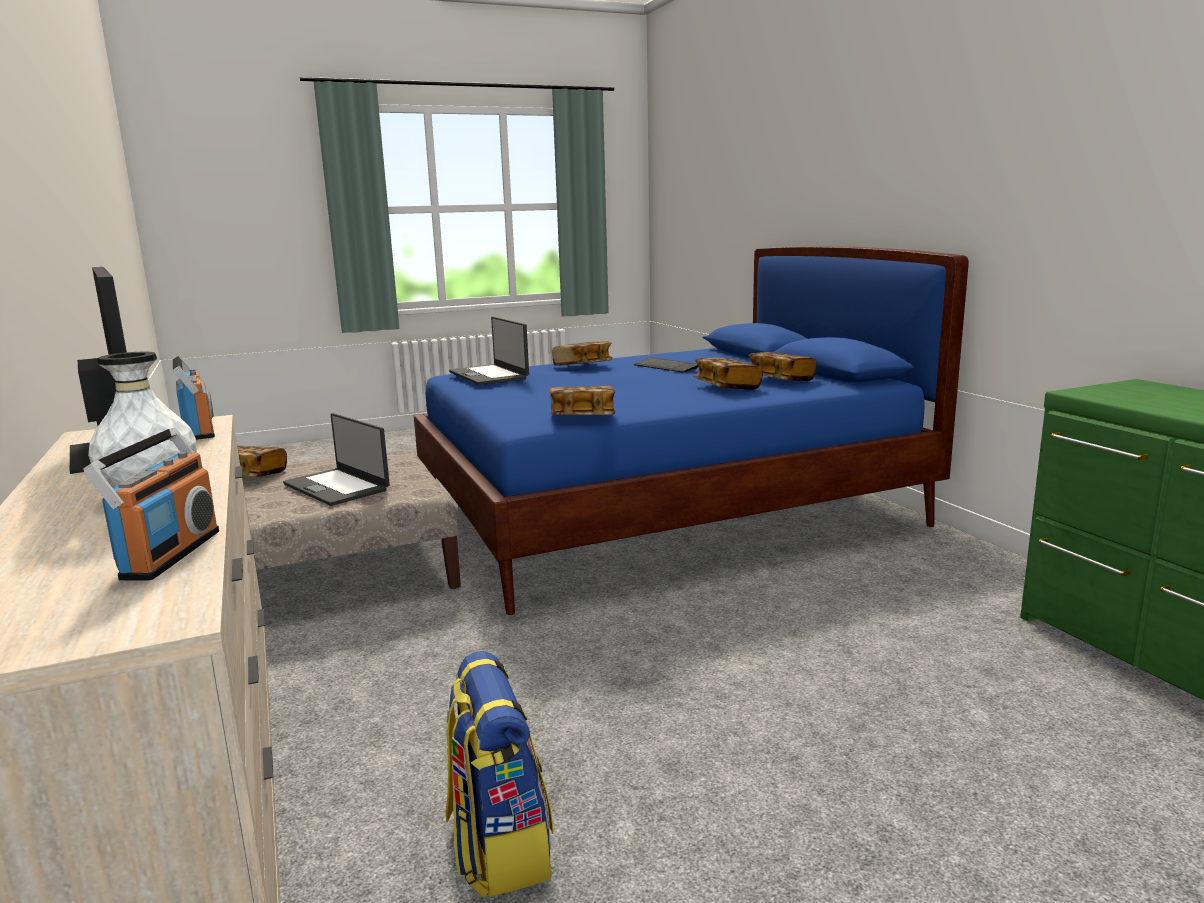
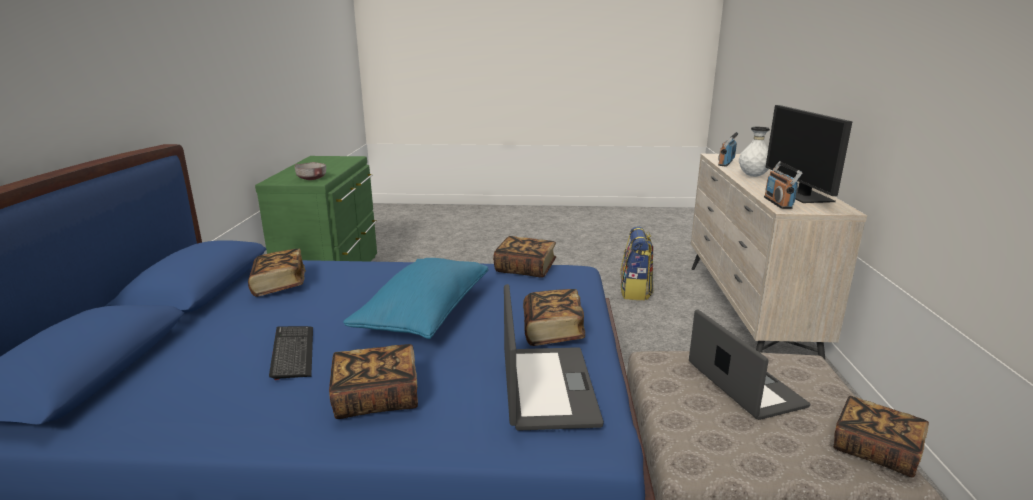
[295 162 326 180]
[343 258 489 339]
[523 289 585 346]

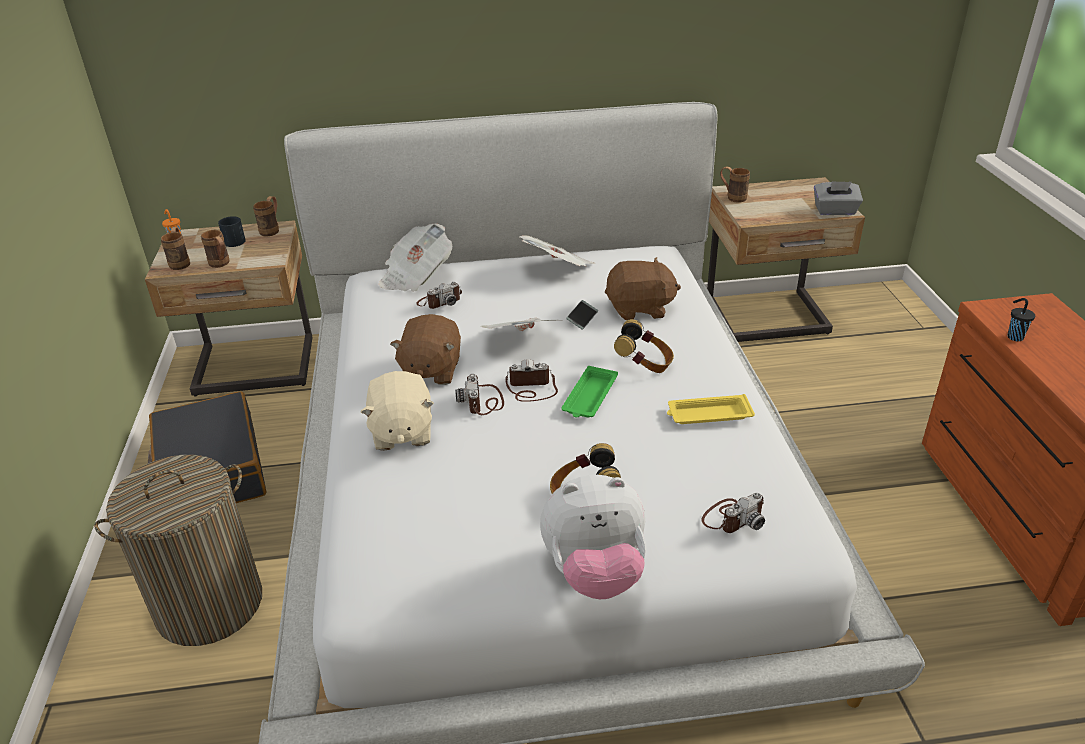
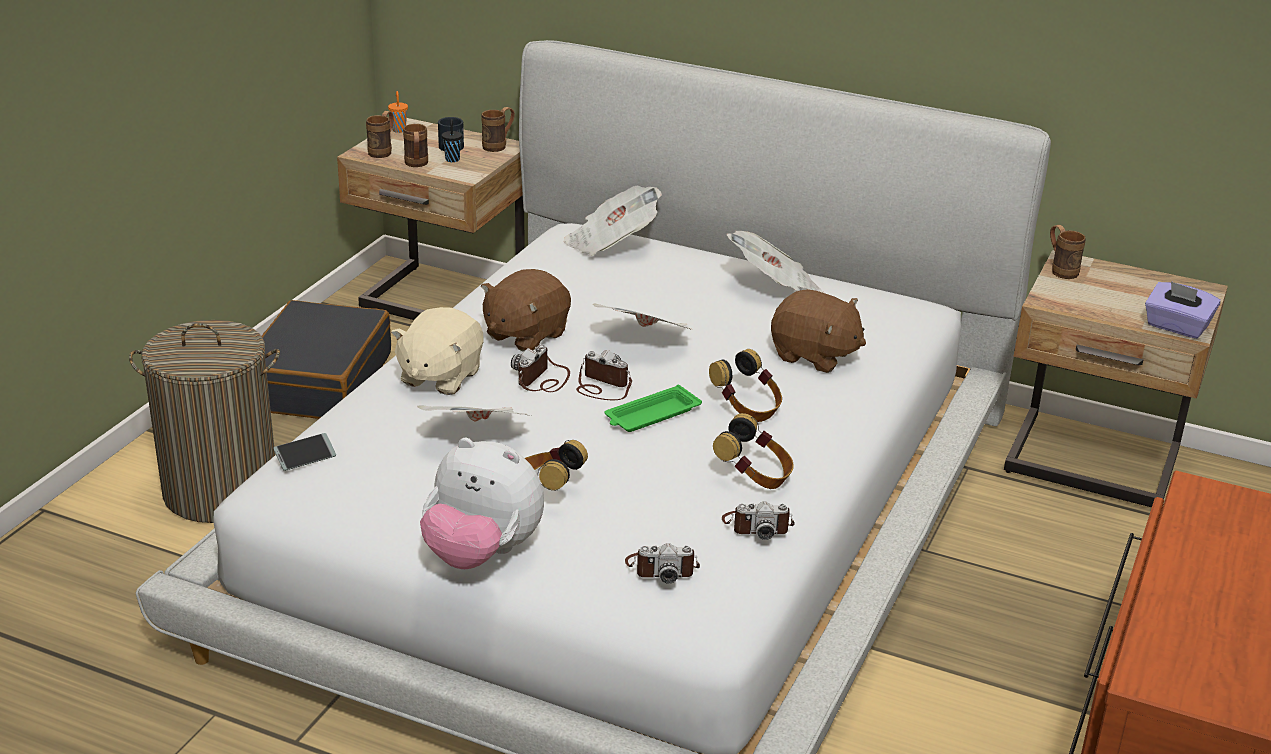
[273 433 336 471]
[417 406 531 422]
[442 119 462 162]
[713 413 794 489]
[722 501 795 540]
[1145 281 1221 339]

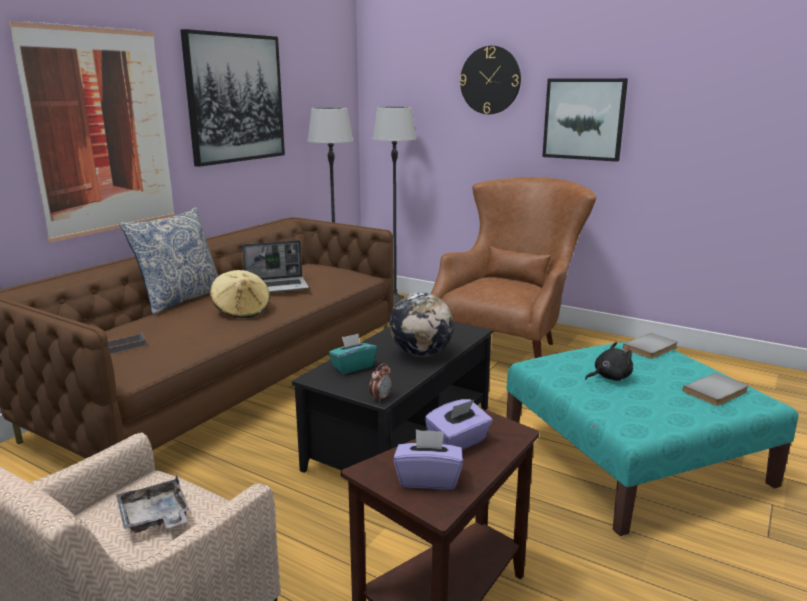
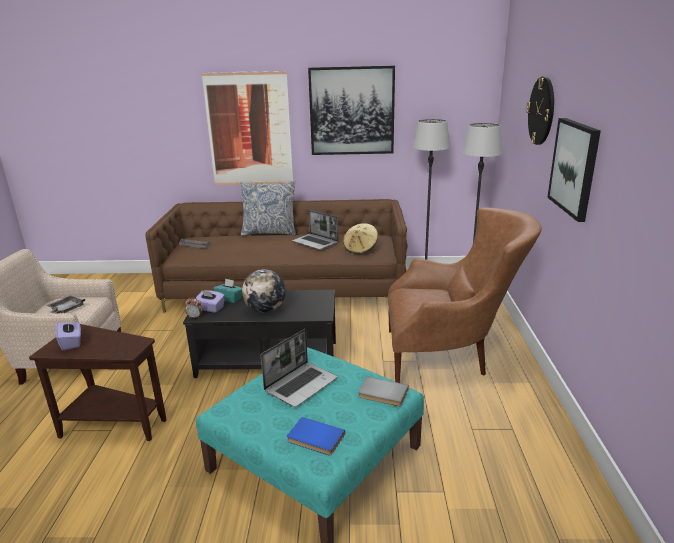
[194 290 225 313]
[261 329 338 407]
[287 417 345 455]
[343 223 378 254]

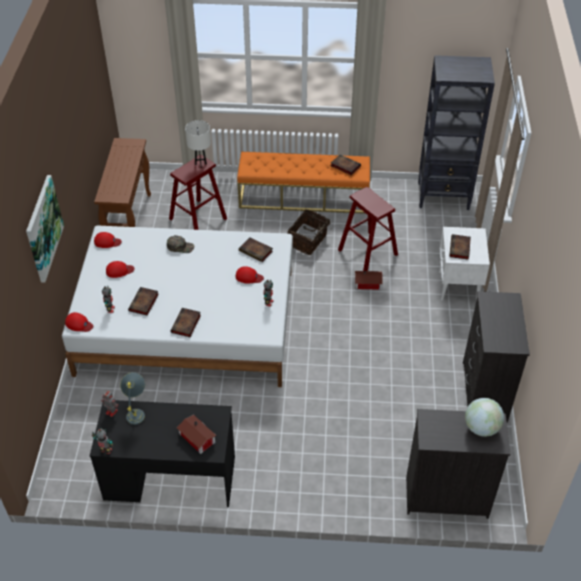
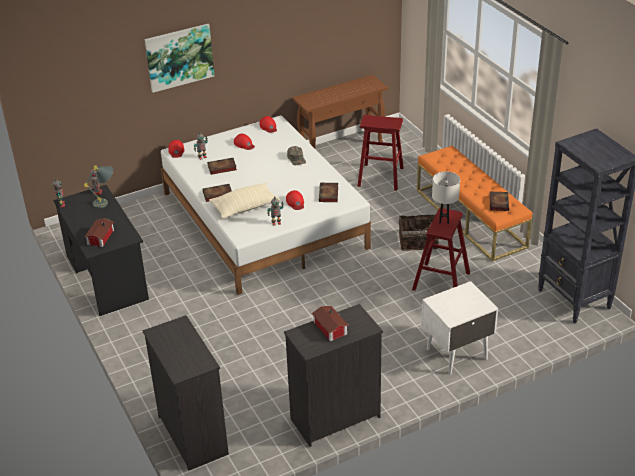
[209 183 280 219]
[312 306 349 341]
[432 171 460 224]
[449 234 471 260] (first image)
[465 398 504 437] (first image)

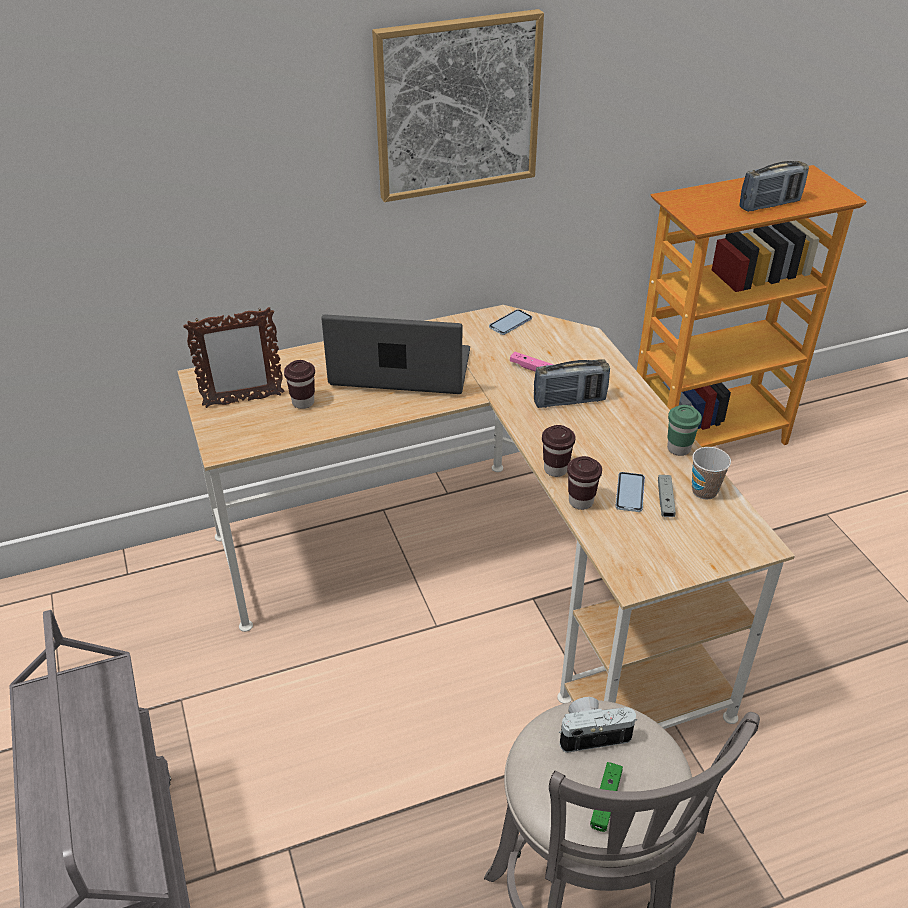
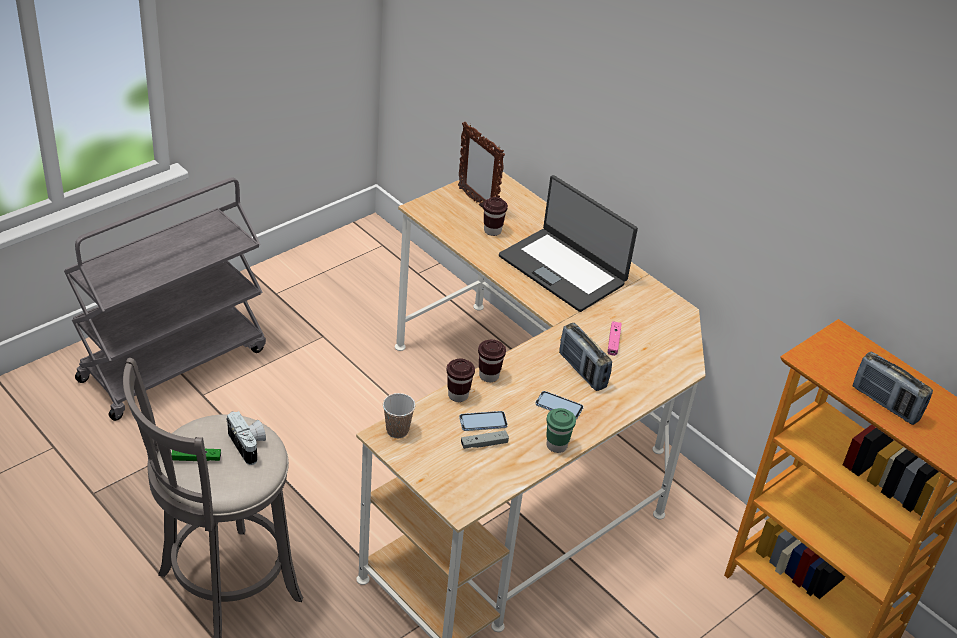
[383 393 415 438]
[499 175 638 312]
[535 391 584 419]
[372 9 544 202] (first image)

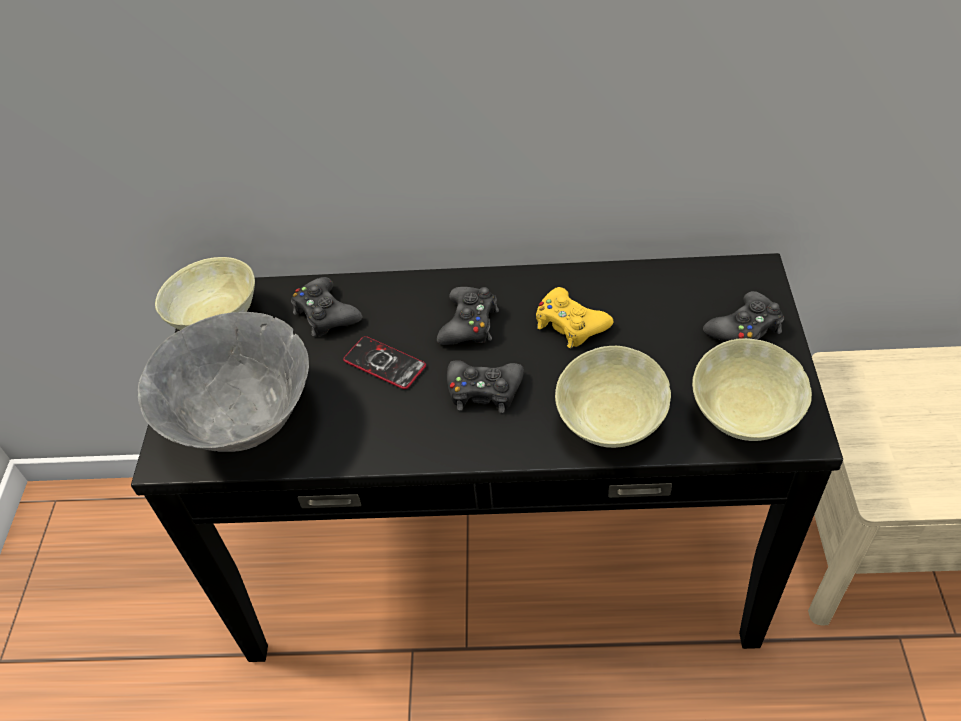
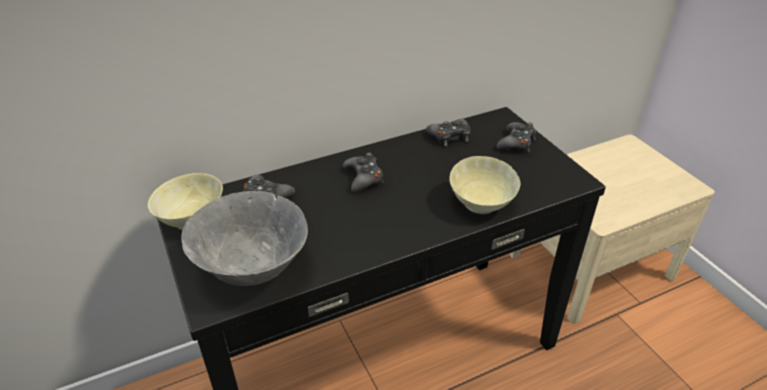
[426 119 471 146]
[343 336 426 389] (first image)
[536 287 614 348] (first image)
[692 338 812 441] (first image)

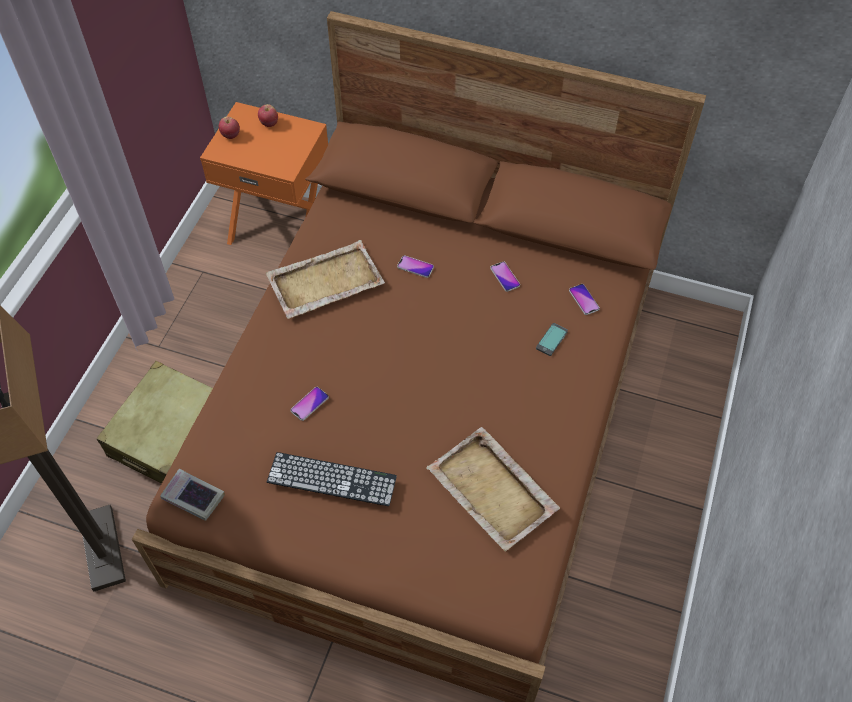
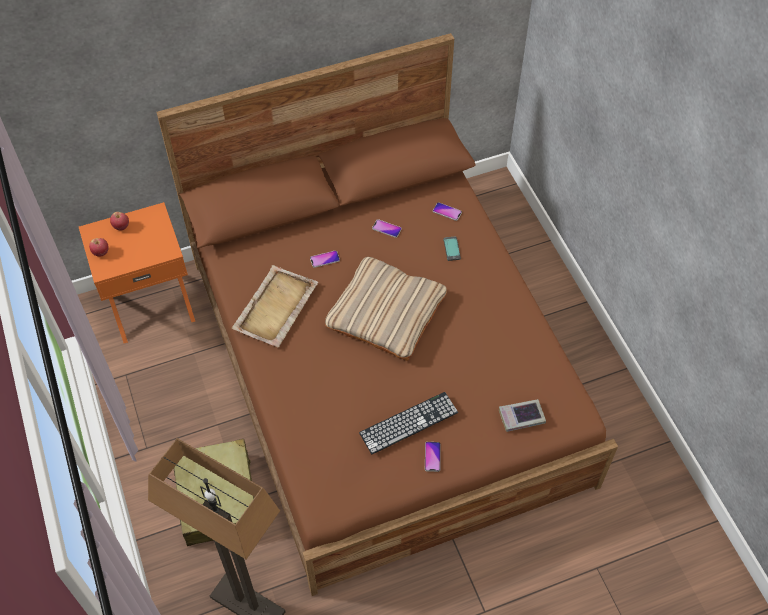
[325 257 447 361]
[425 442 441 472]
[499 399 546 432]
[427 427 560 552] (first image)

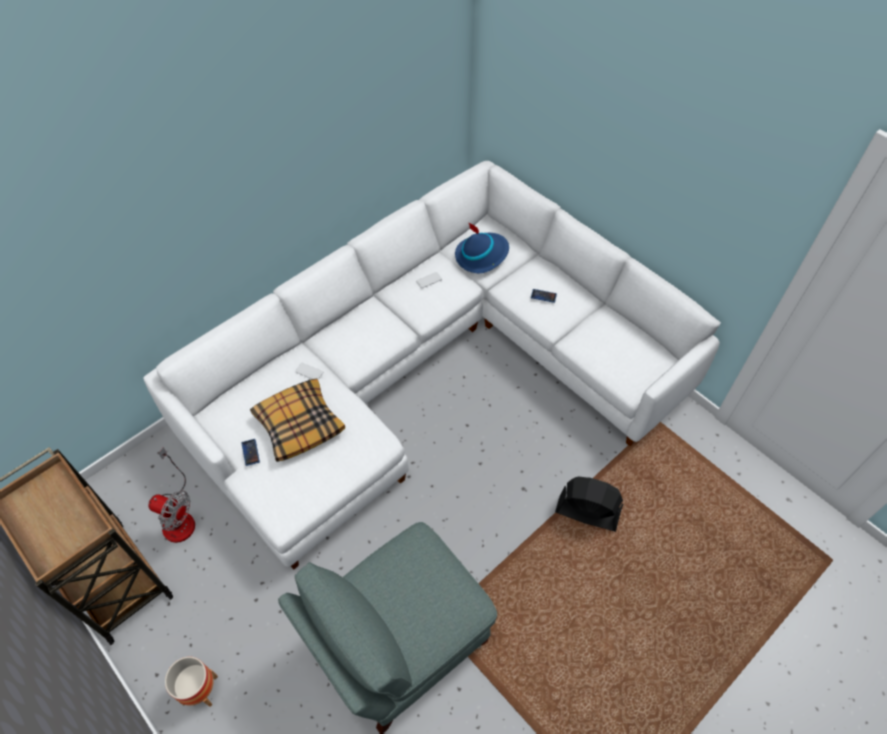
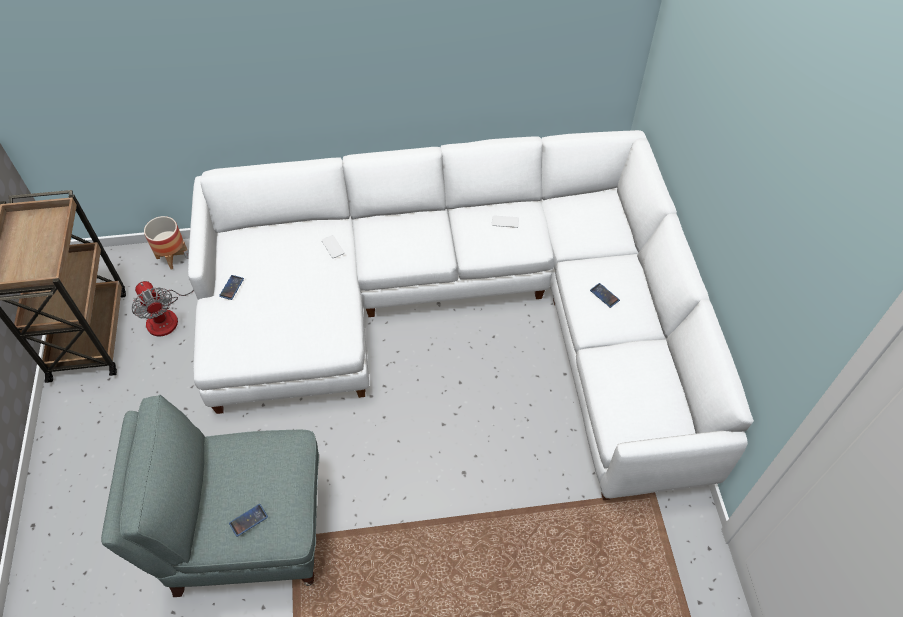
[144 216 188 269]
[229 504 268 537]
[250 379 345 462] (first image)
[455 222 509 273] (first image)
[555 477 623 532] (first image)

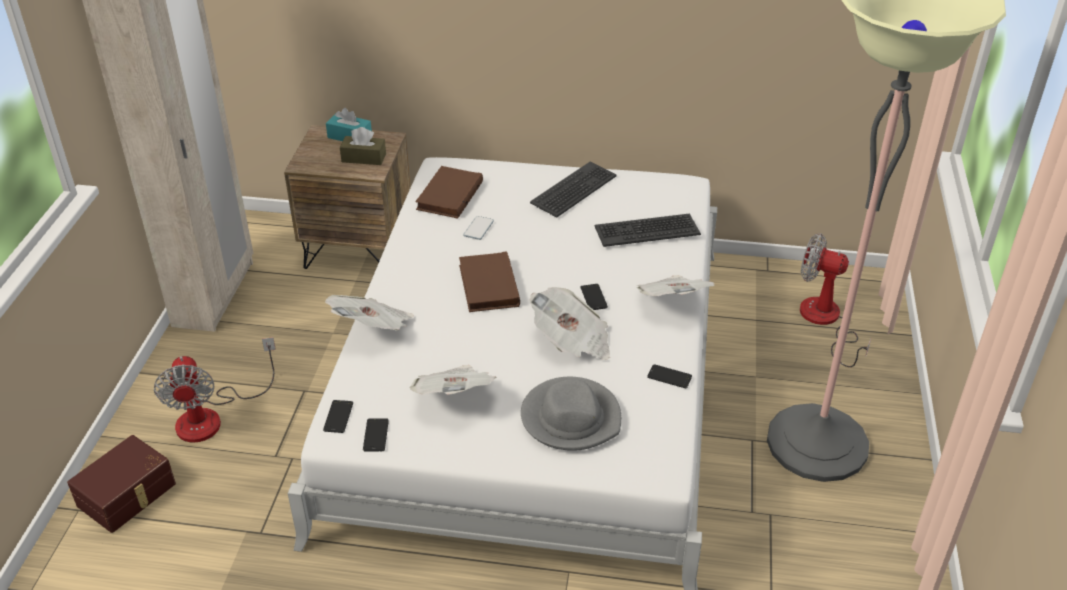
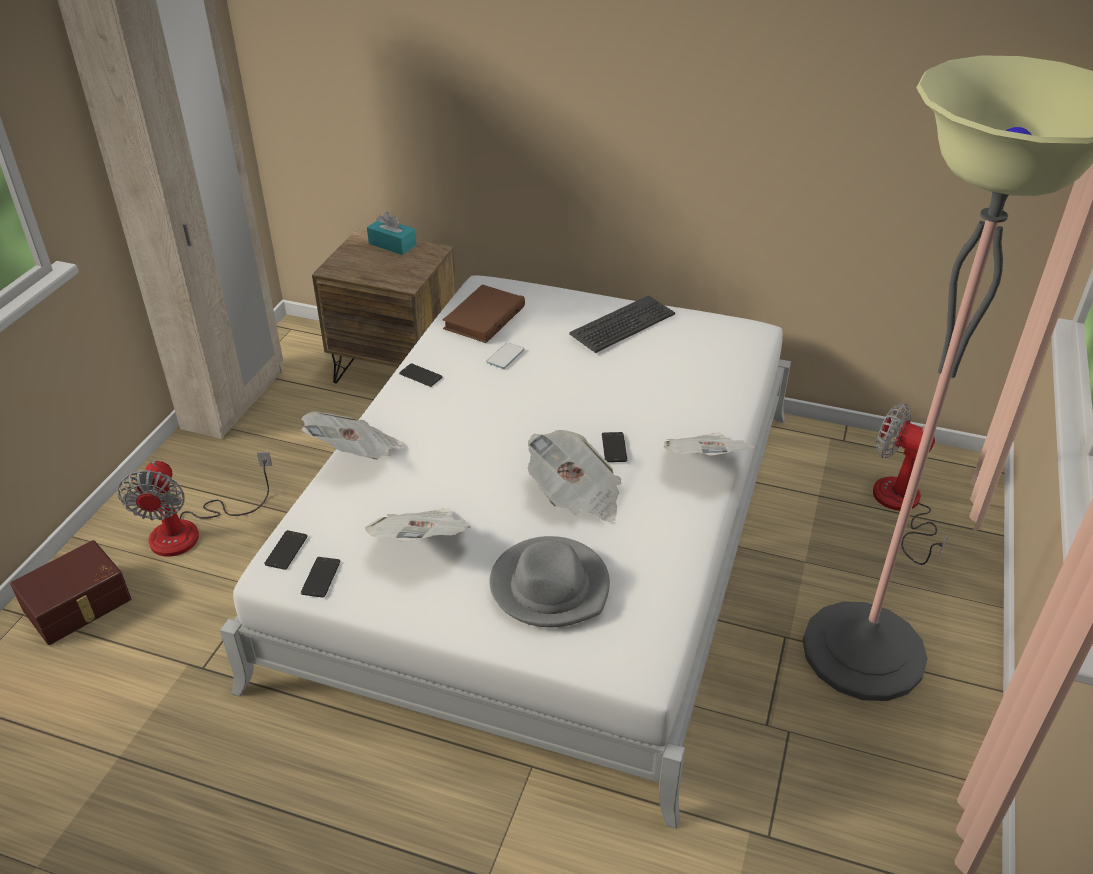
[399 364 442 387]
[340 127 386 165] (first image)
[459 251 520 312] (first image)
[595 213 701 247] (first image)

